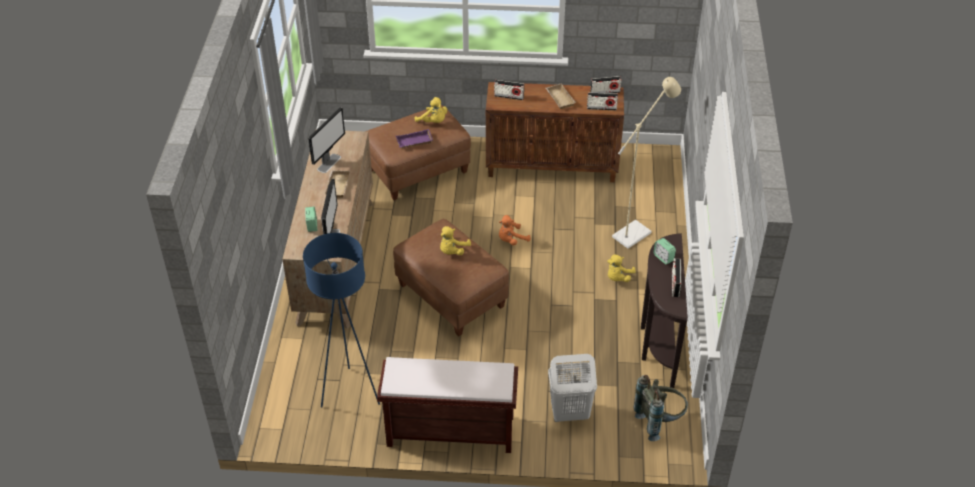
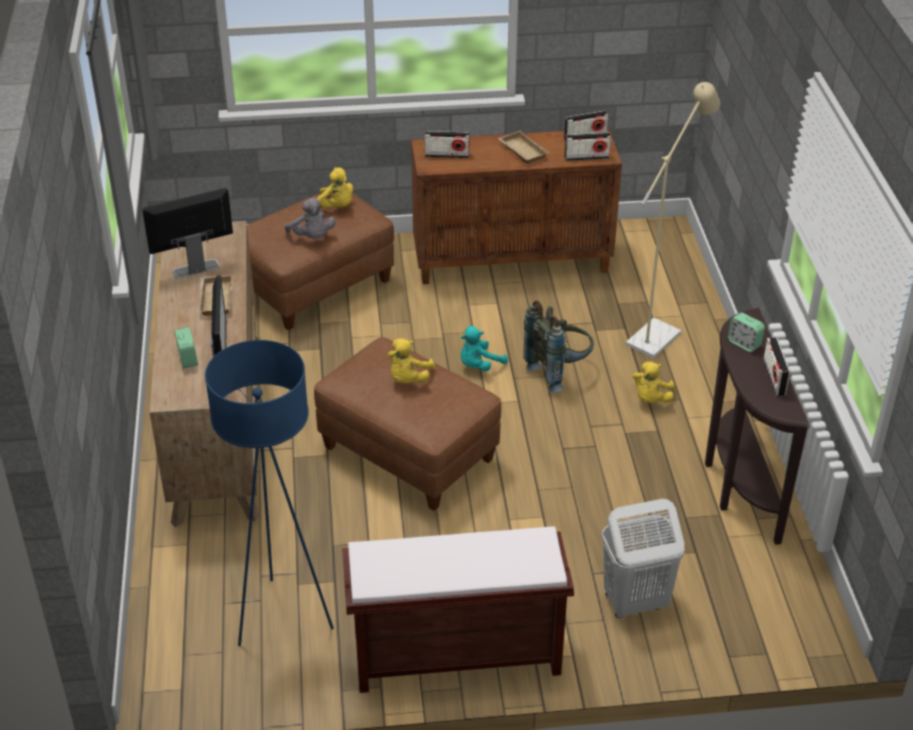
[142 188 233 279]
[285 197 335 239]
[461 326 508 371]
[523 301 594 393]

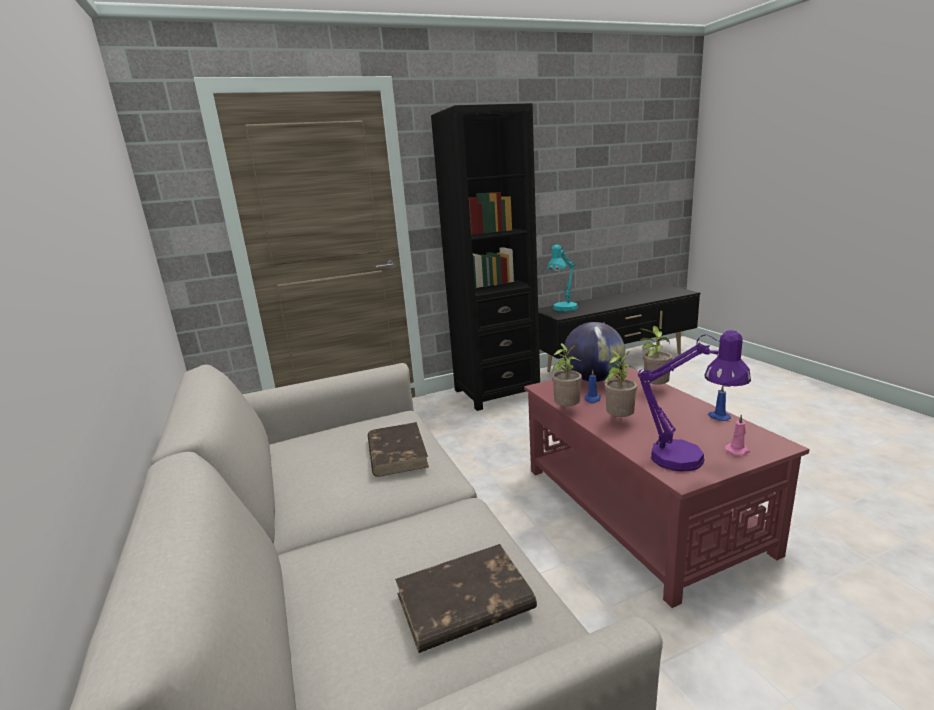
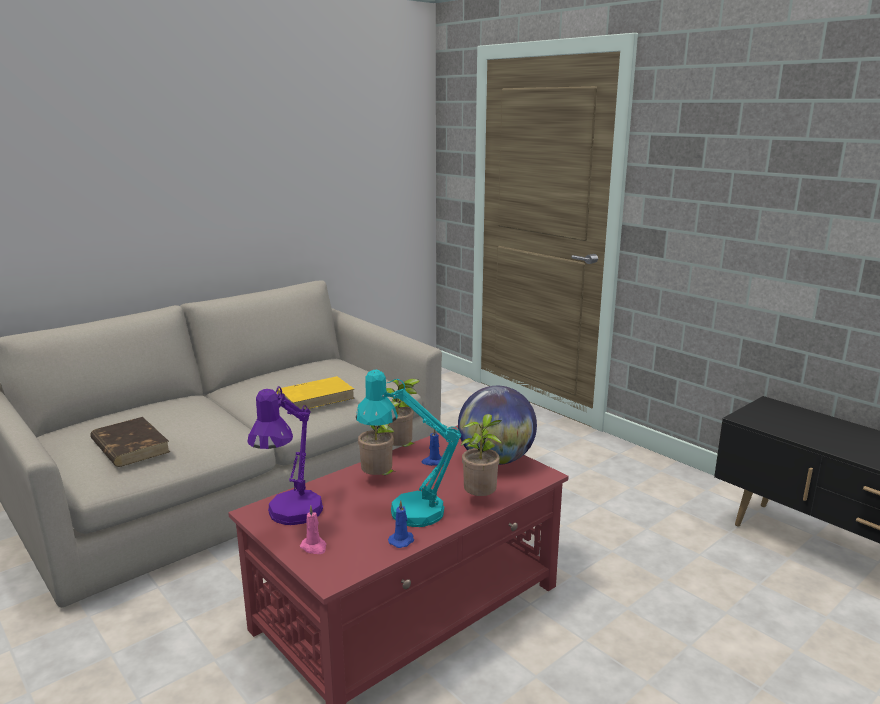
[277 376 355 410]
[356 370 461 527]
[431 103 540 411] (first image)

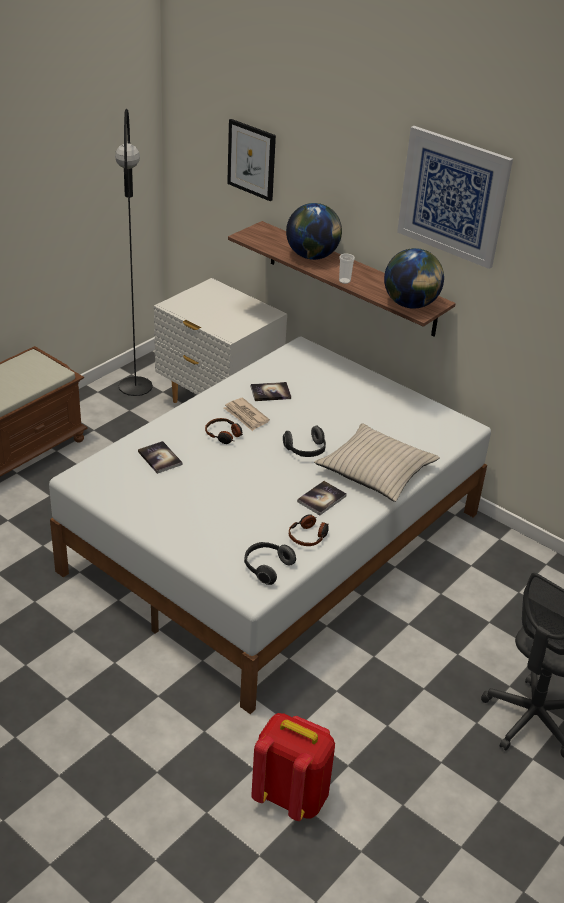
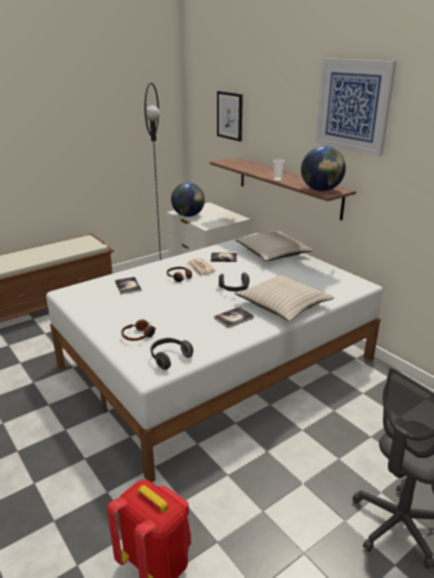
[121 319 157 341]
[171 183 205 217]
[235 231 313 261]

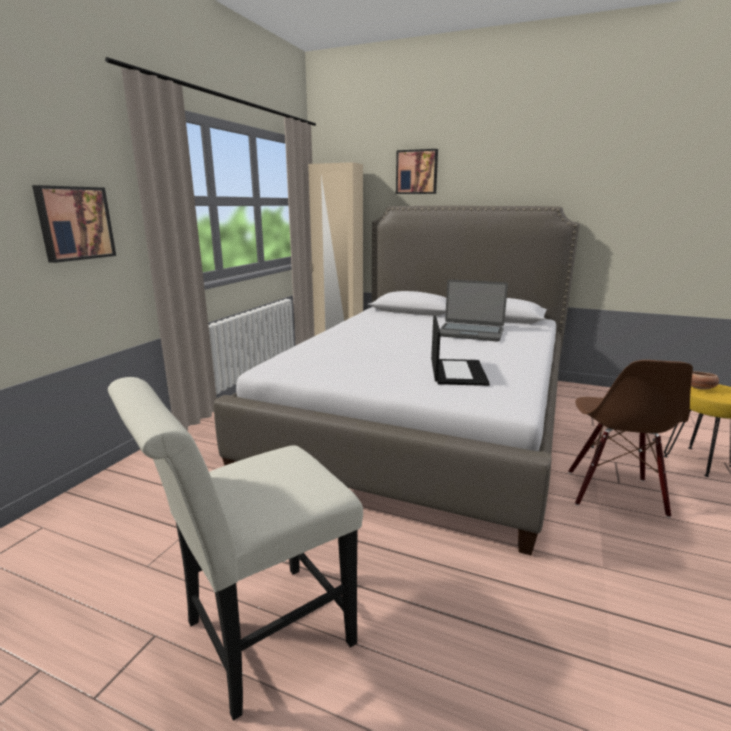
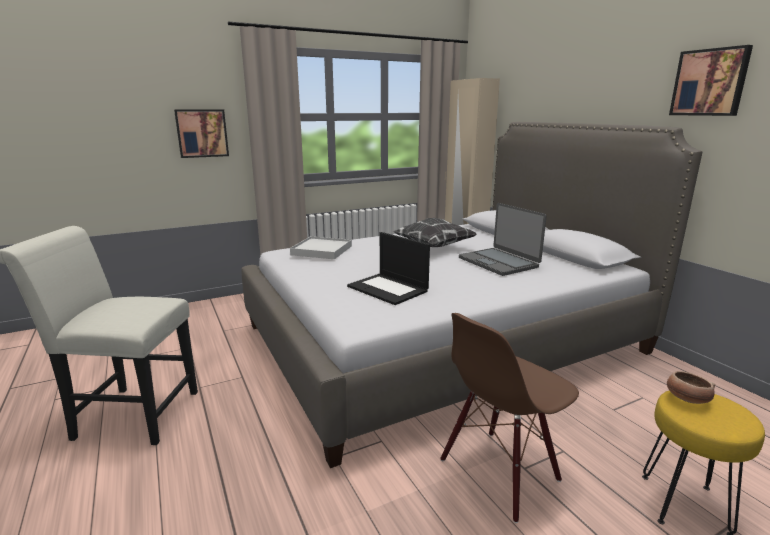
[290 236 352 259]
[347 232 430 305]
[393 218 477 247]
[669 45 753 116]

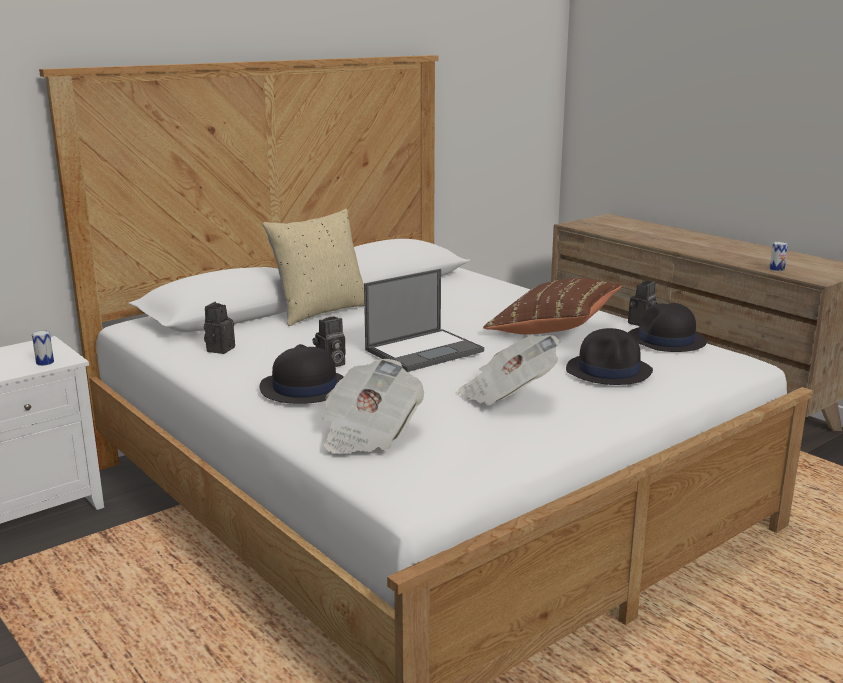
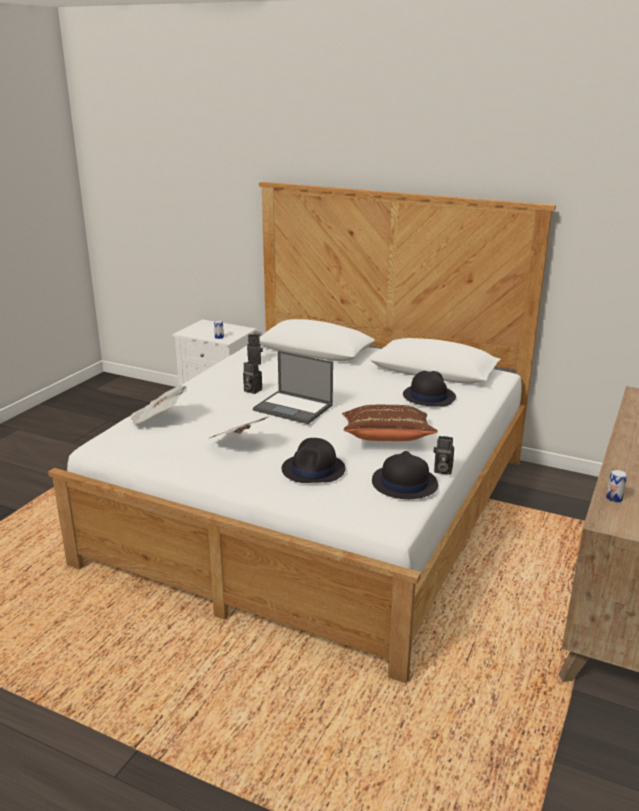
[403 371 456 406]
[263 209 364 326] (first image)

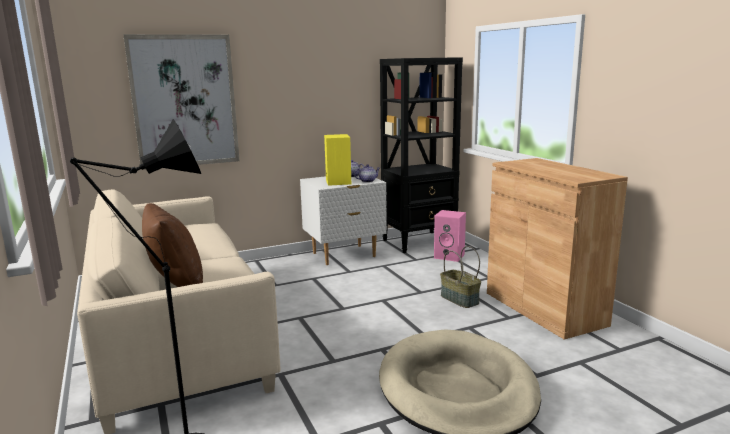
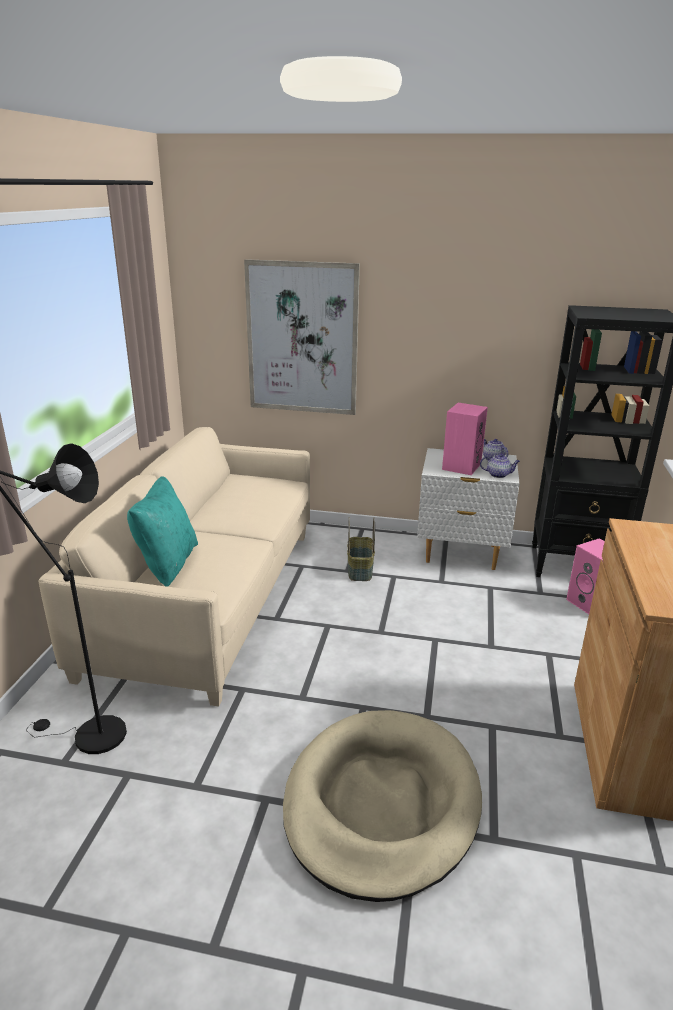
[127 476 198 587]
[347 517 375 581]
[442 403 488 475]

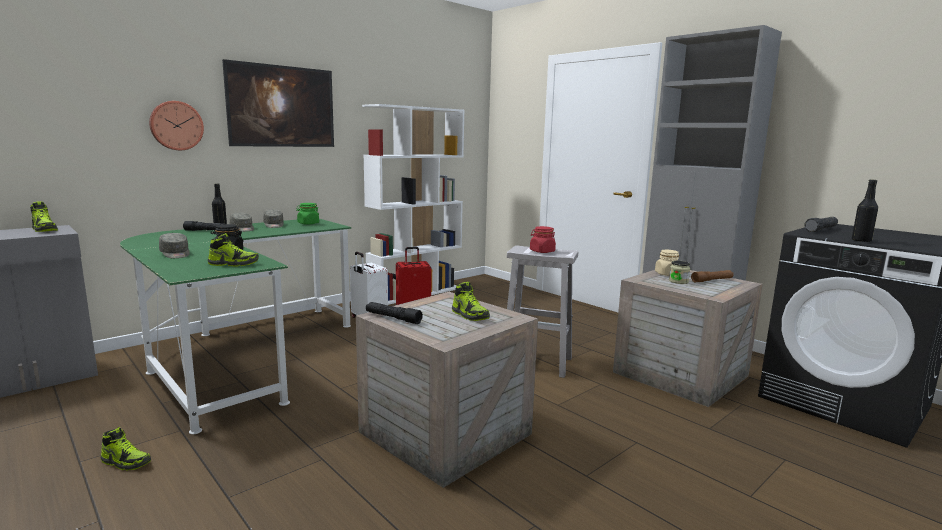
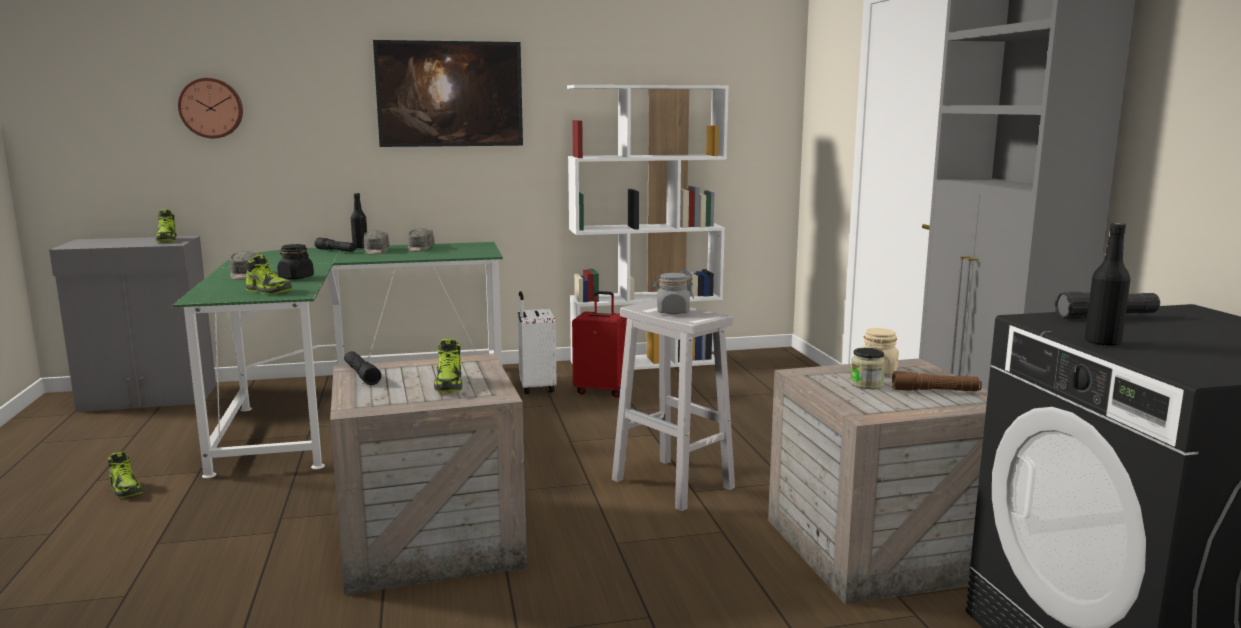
[178 78 243 138]
[652 273 694 314]
[296 203 319 225] (first image)

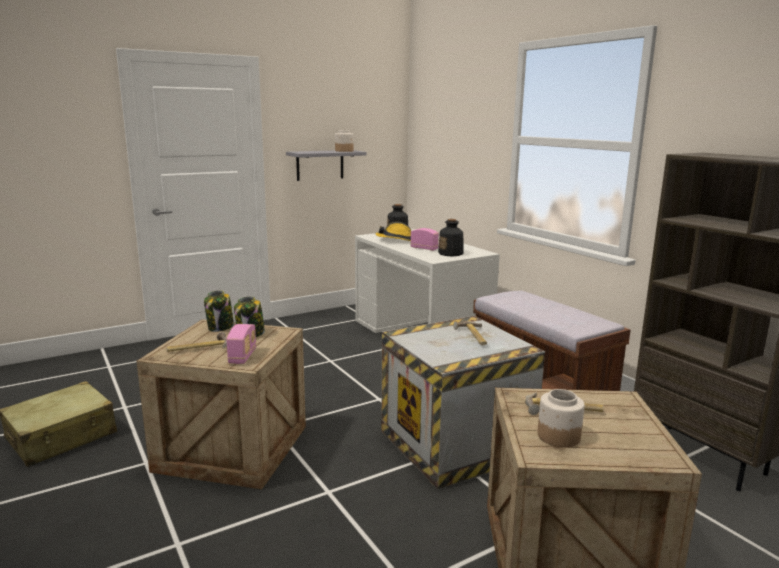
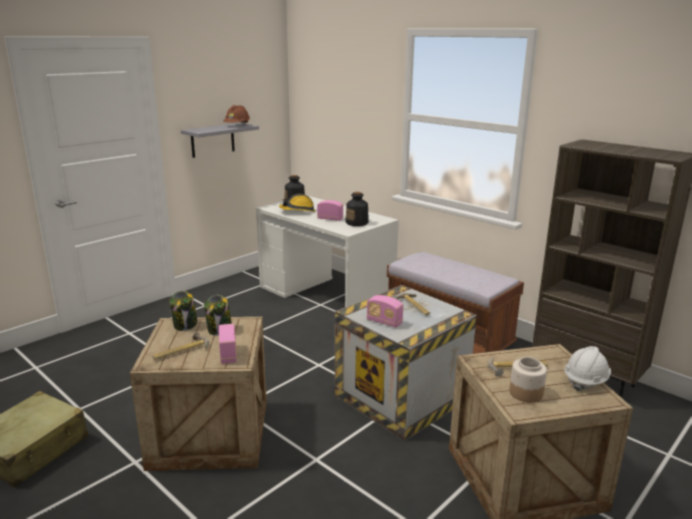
[223 105 250 124]
[367 295 403 328]
[565 346 611 392]

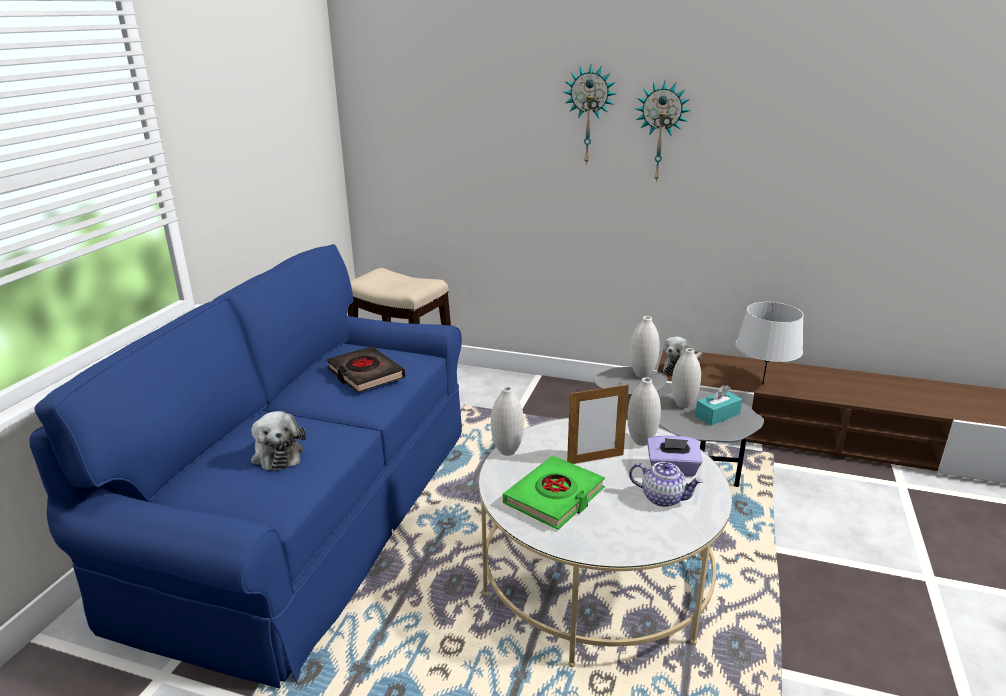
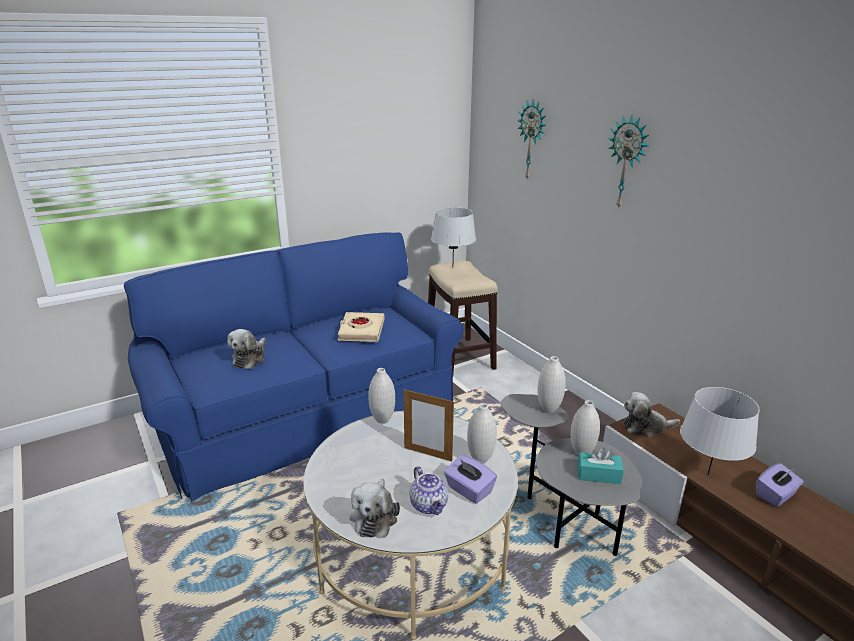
[338 312 385 342]
[350 479 400 538]
[431 207 476 258]
[517 99 546 179]
[756 463 804 507]
[503 455 605 530] (first image)

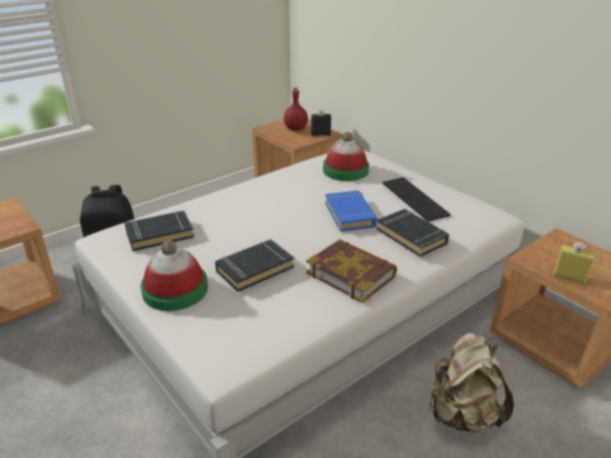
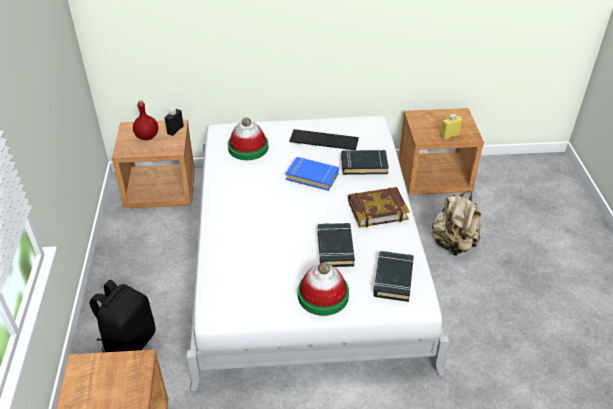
[373 251 414 302]

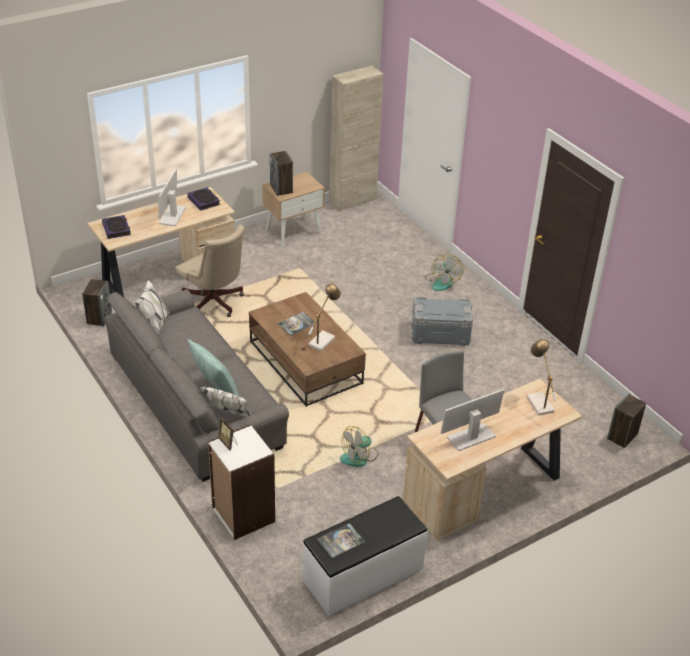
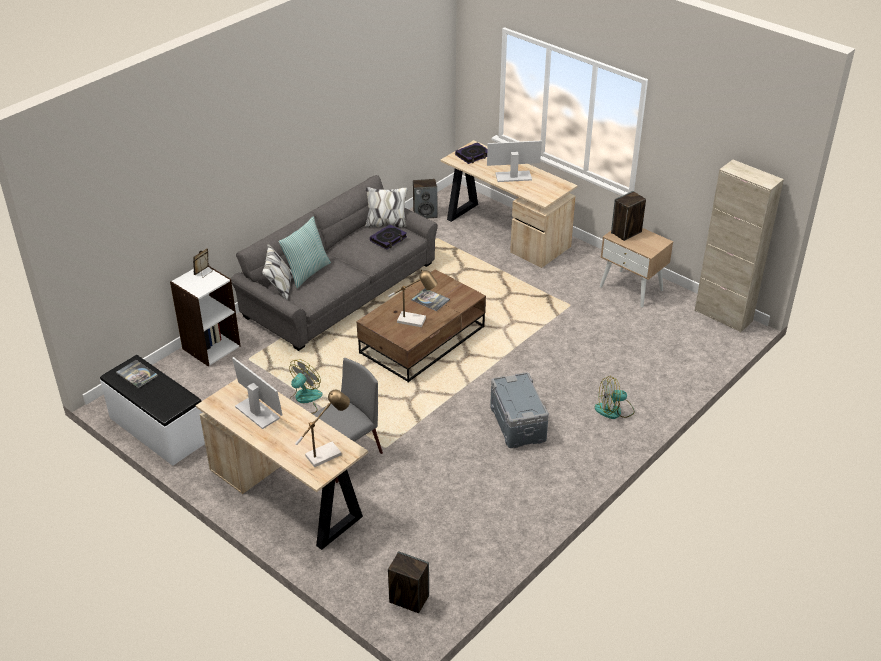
[289 359 323 414]
[370 224 407 250]
[175 225 245 317] (first image)

